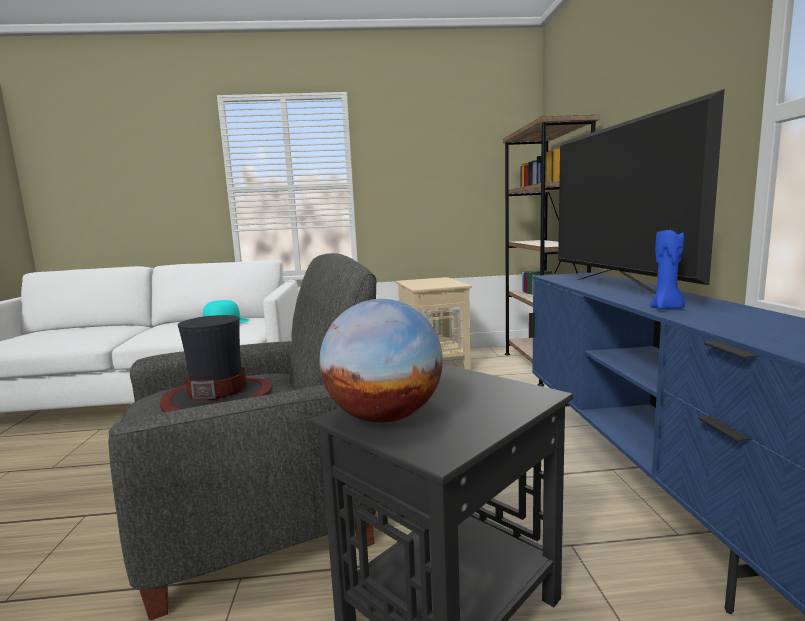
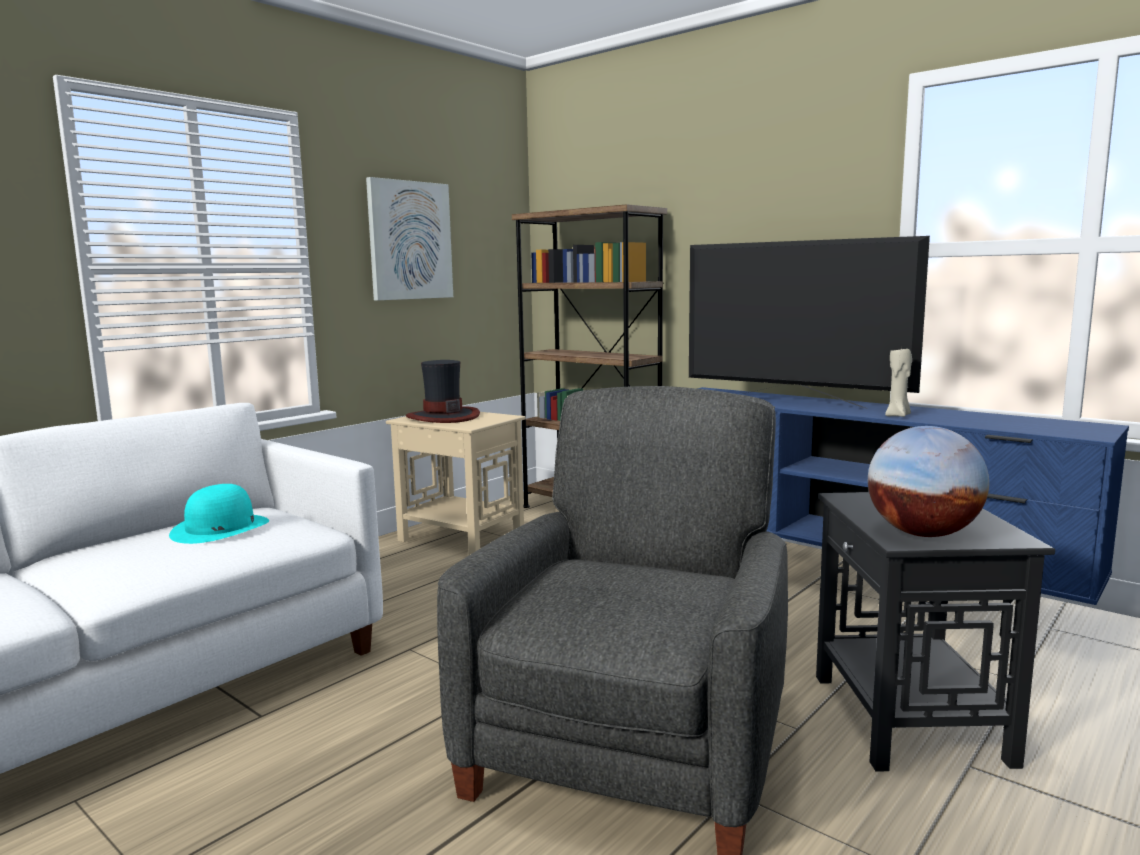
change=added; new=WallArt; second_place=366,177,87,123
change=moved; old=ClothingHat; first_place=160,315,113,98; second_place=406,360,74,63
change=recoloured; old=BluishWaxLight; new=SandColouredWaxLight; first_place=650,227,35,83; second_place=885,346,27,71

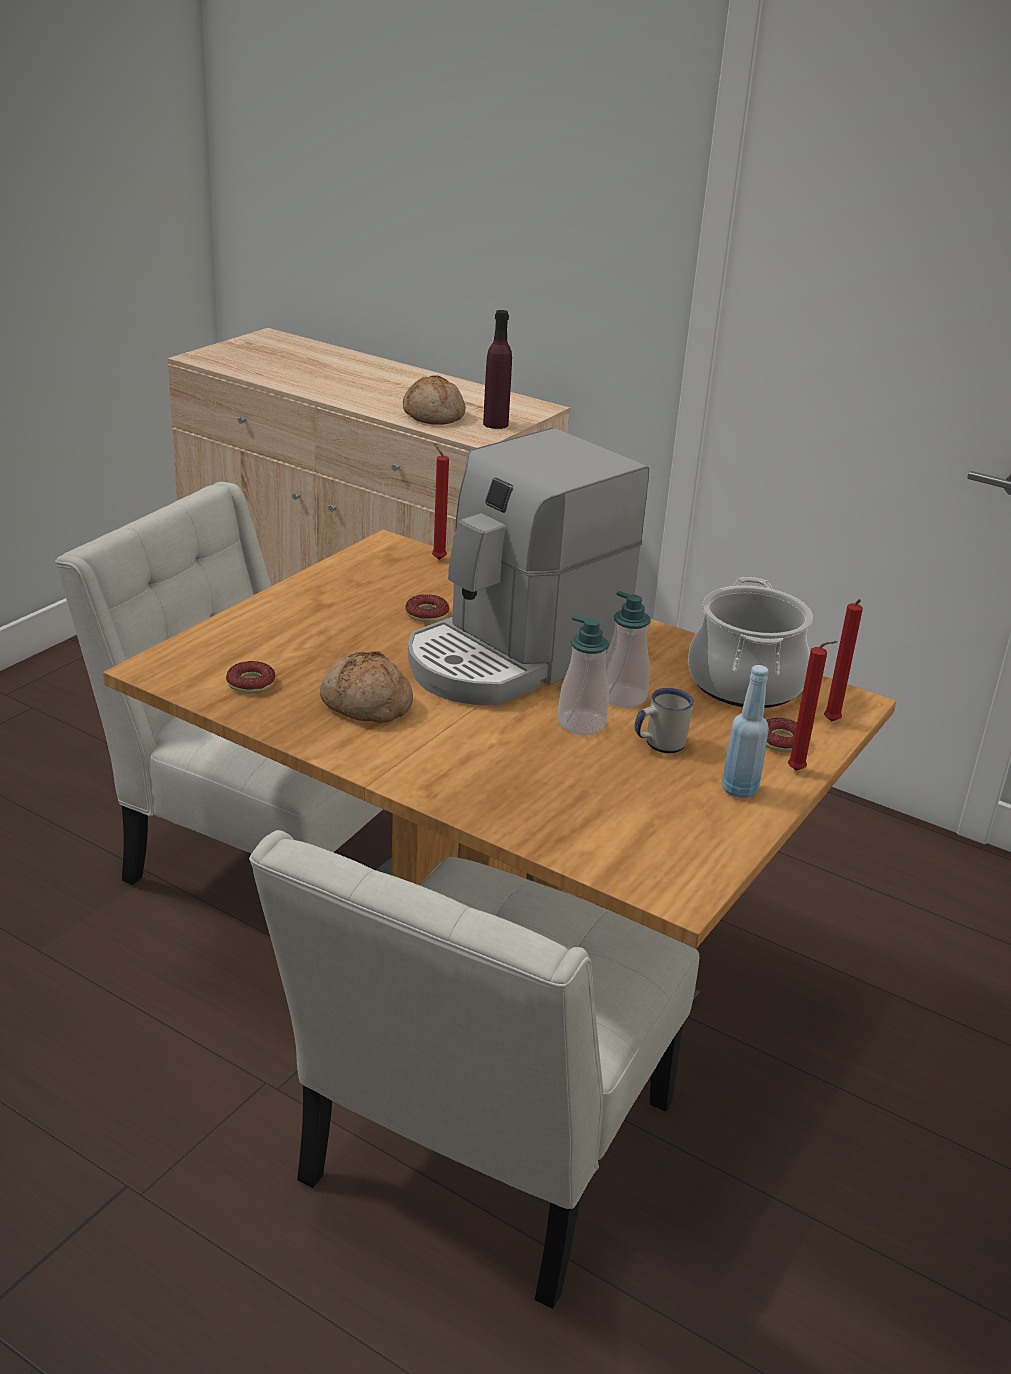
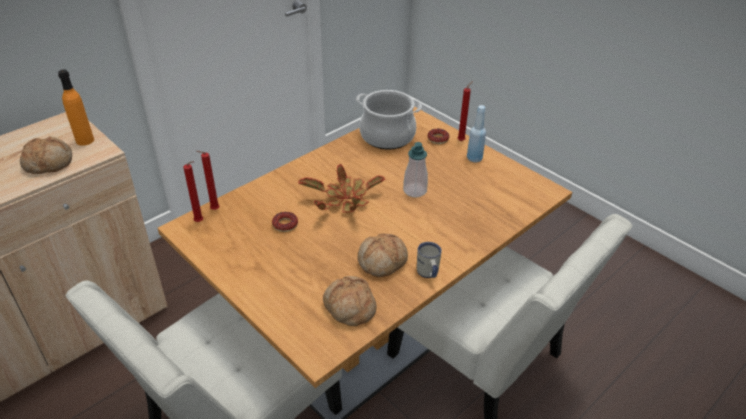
change=removed; old=LiquidSoapBottle; first_place=605,591,46,117
change=moved; old=WhitishMug; first_place=635,688,59,65; second_place=417,242,25,36
change=moved; old=RedColouredWaxLight; first_place=824,599,39,123; second_place=183,161,20,61
change=replaced; old=Donut; new=Bread; first_place=226,661,50,33; second_place=323,276,54,50
change=replaced; old=CoffeeMaker; new=Houseplant; first_place=408,428,241,277; second_place=298,164,87,49
change=recoloured; old=PurplishBeverageBottle; new=OrangeBeverageBottle; first_place=483,310,29,119; second_place=58,69,36,77

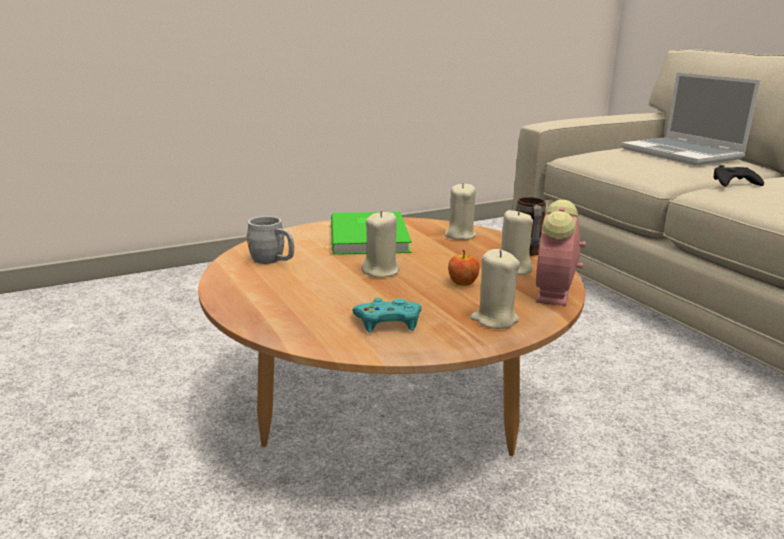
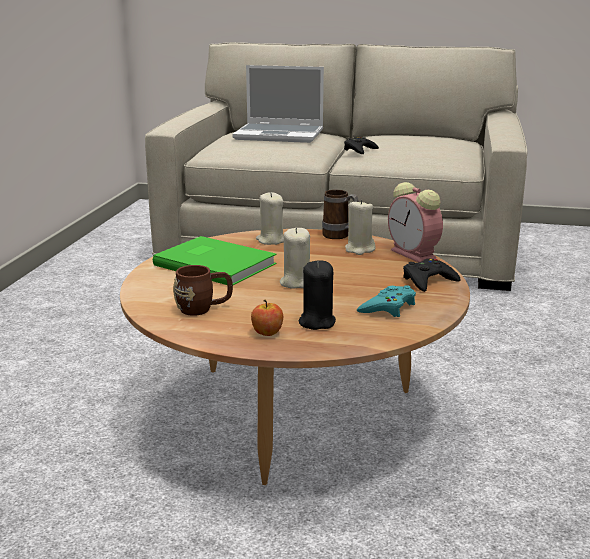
change=added; new=BlackColouredWaxLight; second_place=299,260,37,70
change=moved; old=AppleFruit; first_place=448,249,32,37; second_place=251,299,32,37
change=replaced; old=SandColouredWaxLight; new=BlackColouredGameController; first_place=470,249,50,80; second_place=403,259,58,33
change=recoloured; old=GreyishMug; new=BrownishMug; first_place=246,216,48,48; second_place=173,265,60,51

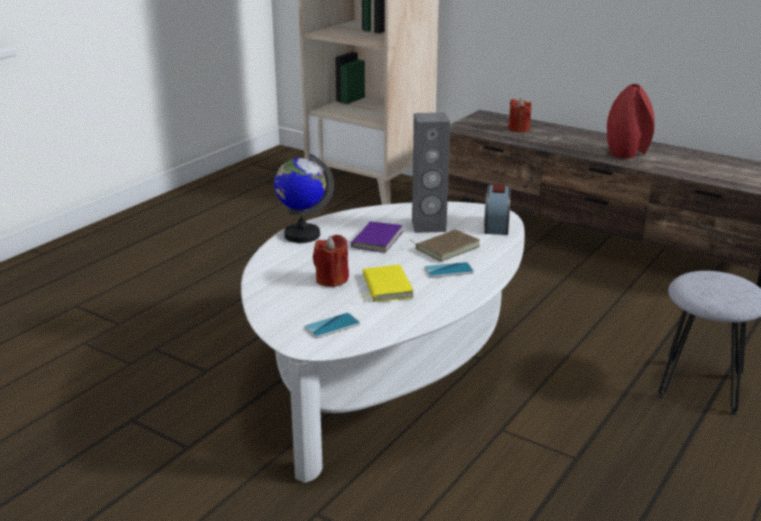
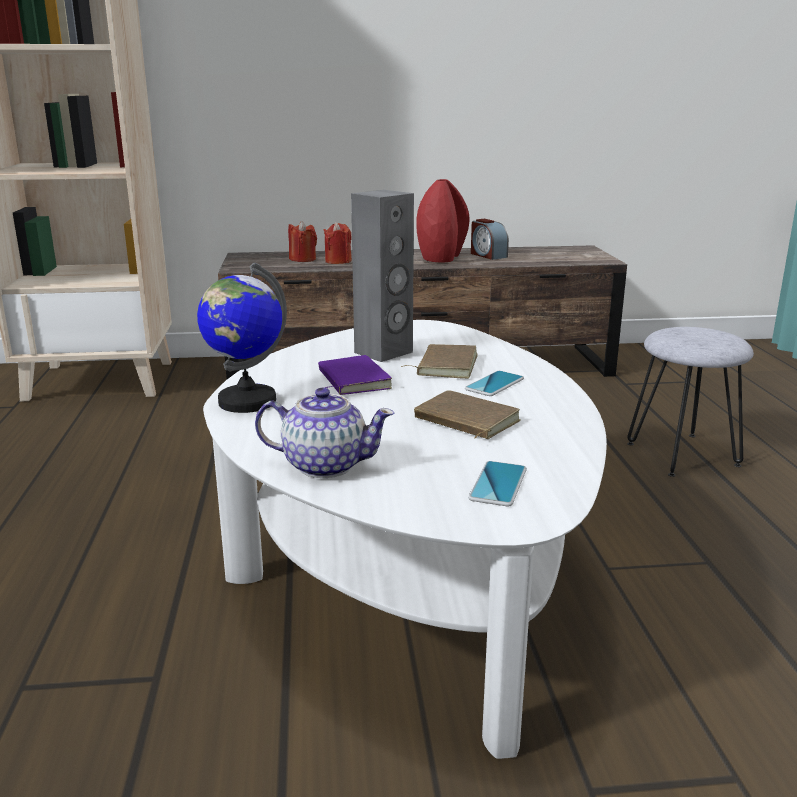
change=added; new=TeaPot; second_place=255,388,139,90
change=moved; old=RedColouredWaxLight; first_place=313,235,36,52; second_place=324,222,28,42
change=moved; old=BedsideClock; first_place=484,184,27,51; second_place=471,219,38,41
change=recoloured; old=YellowishVolume; new=BrownishVolume; first_place=360,265,54,37; second_place=414,390,107,49

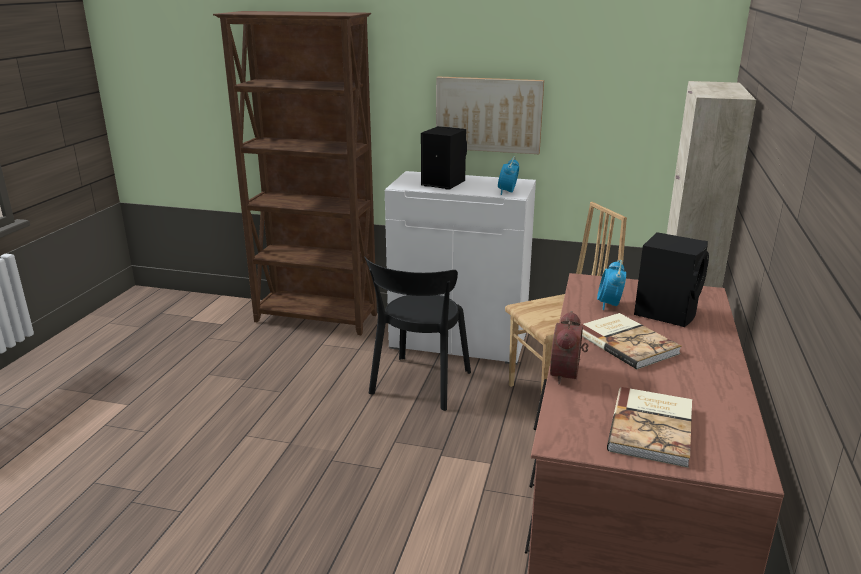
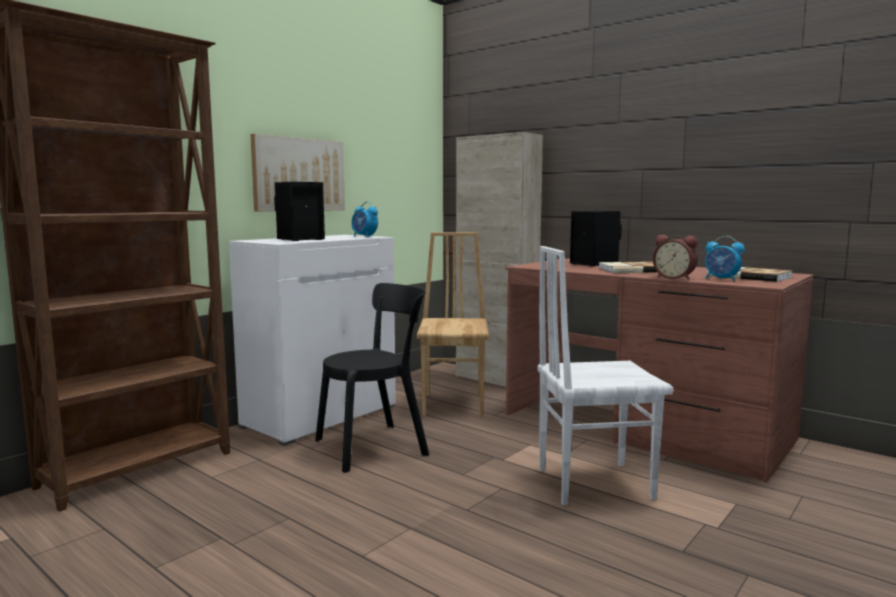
change=added; new=WhitishPlainChair; second_place=537,246,136,259
change=moved; old=BedsideClock; first_place=597,260,29,50; second_place=705,236,40,45
change=turned; old=BlackColouredPlainChair; first_place=364,256,107,155; second_place=315,283,114,190; degrees=-75

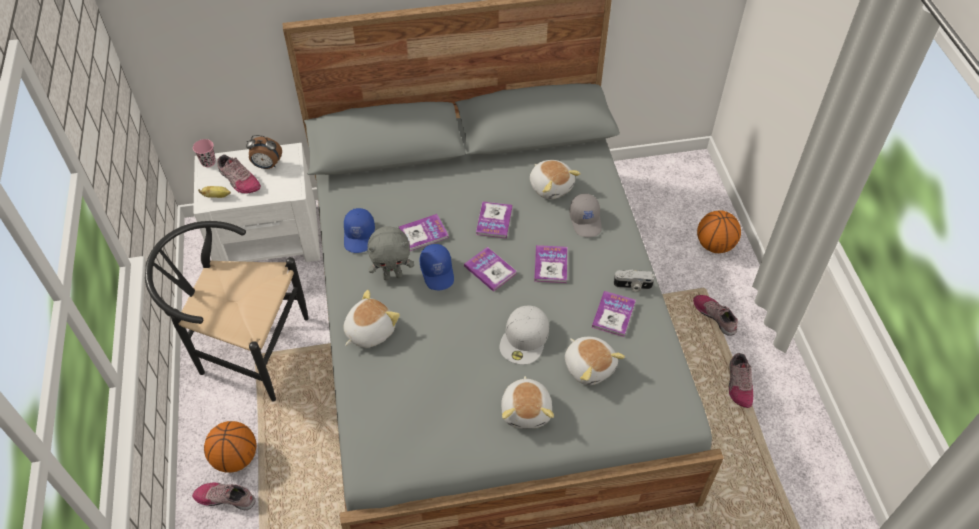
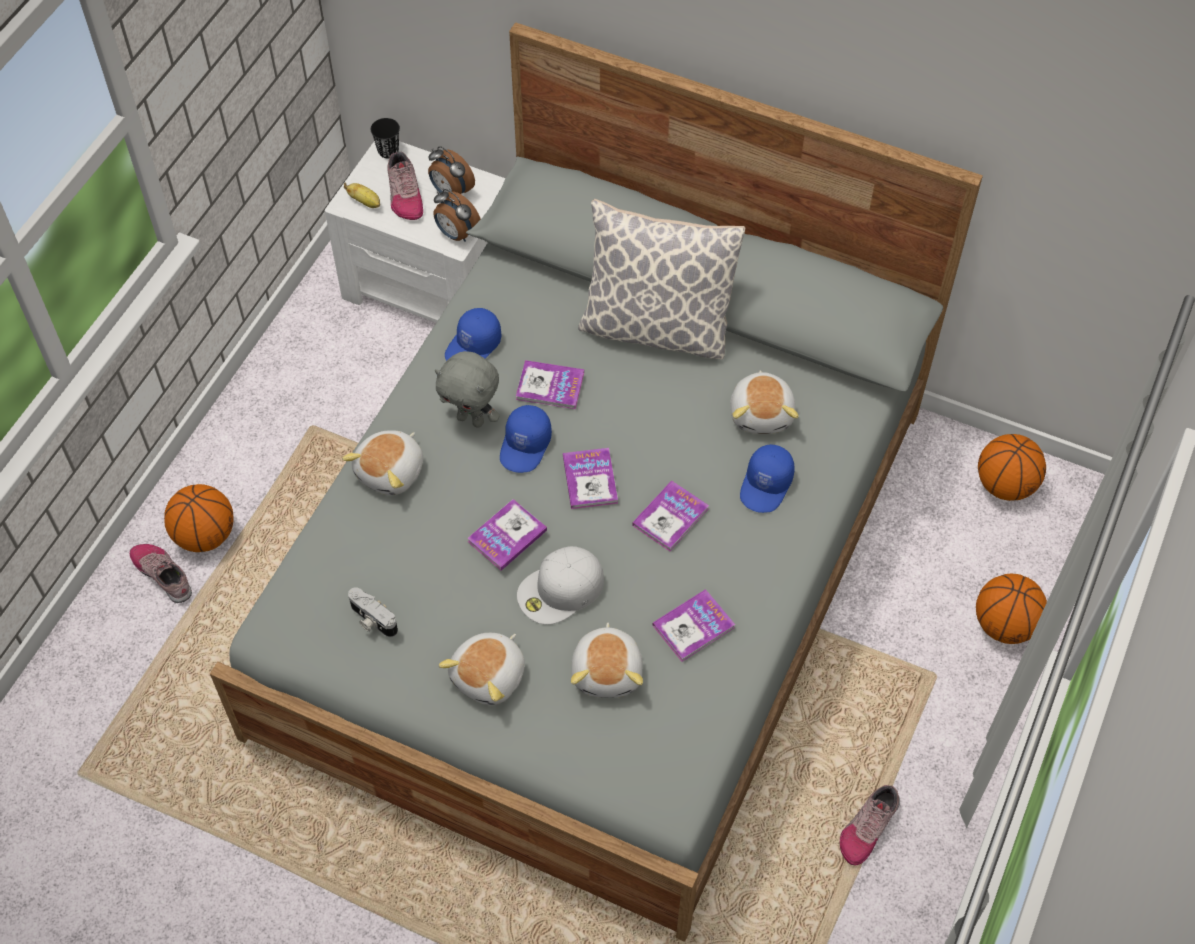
change=removed; old=BlackColouredPlainChair; first_place=145,221,164,181
change=removed; old=LowShoe; first_place=693,295,45,41
change=added; new=BedsideClock; second_place=433,189,48,53
change=added; new=ThrowPillow; second_place=578,199,167,160
change=added; new=Basketball; second_place=978,434,68,67
change=moved; old=Volume; first_place=476,201,36,38; second_place=467,499,80,72
change=moved; old=StillCamera; first_place=613,270,42,22; second_place=348,587,50,50
change=recoloured; old=PinkishCup; new=BlackColouredCup; first_place=193,139,23,28; second_place=371,118,29,40
change=recoloured; old=GreyishCap; new=BluishCap; first_place=569,194,33,43; second_place=740,444,55,69
change=turned; old=CuddlyToy; first_place=344,290,56,58; second_place=342,430,81,65; degrees=135

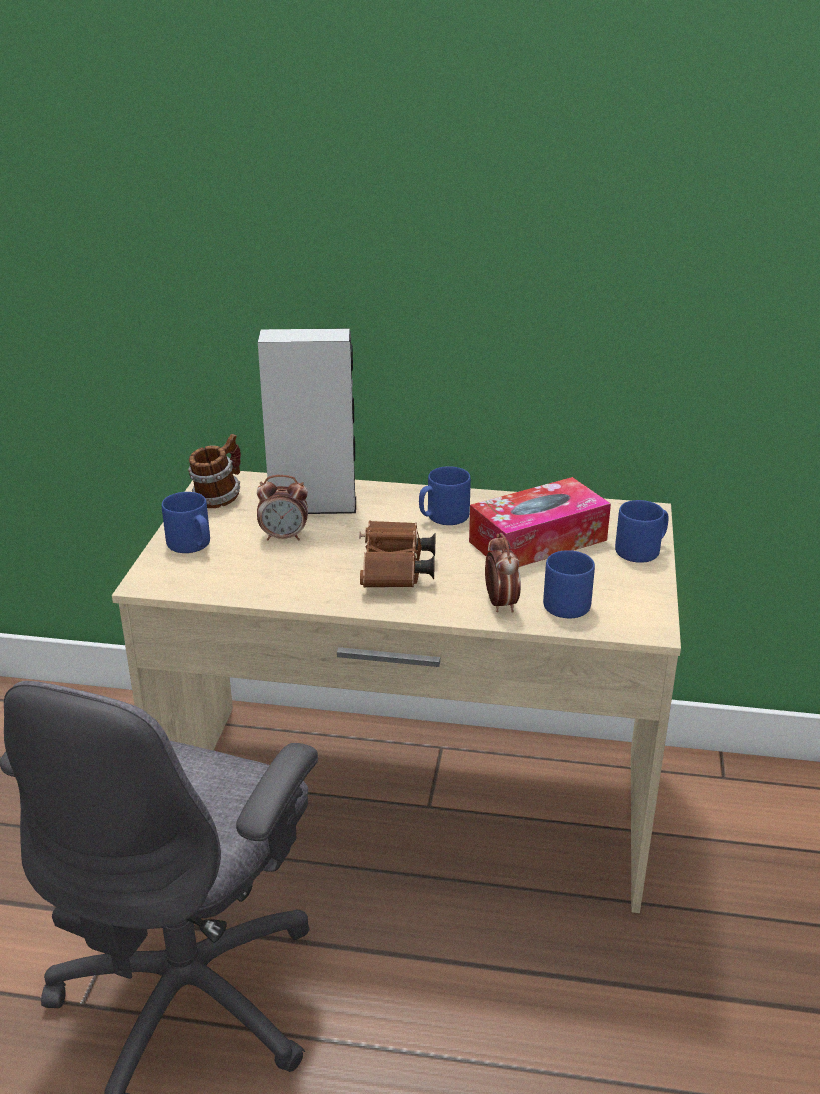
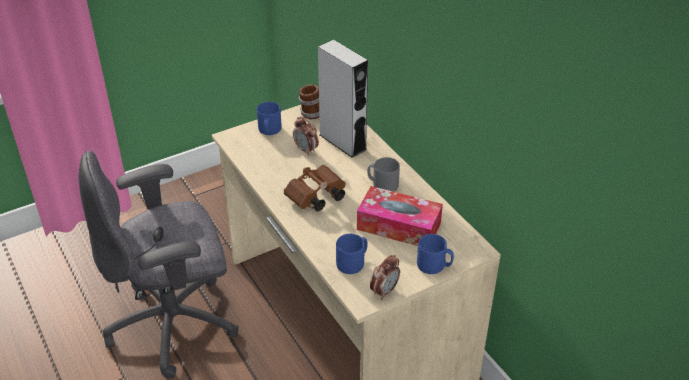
change=moved; old=BedsideClock; first_place=485,533,36,80; second_place=370,255,30,45
change=recoloured; old=BluishMug; new=GreyishMug; first_place=419,466,52,59; second_place=367,157,33,35

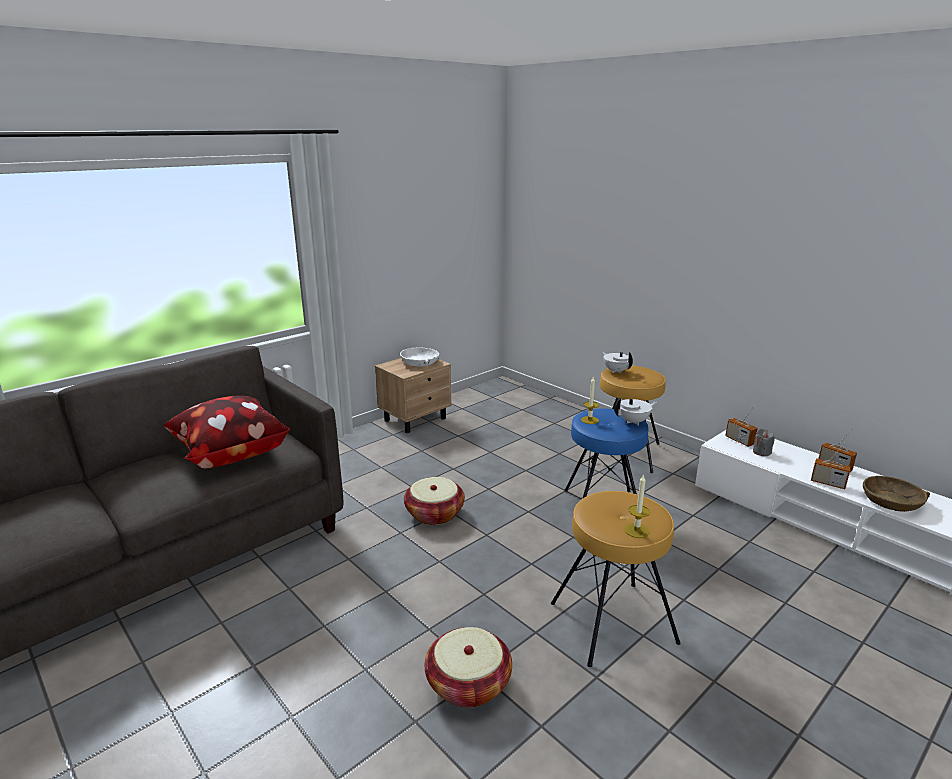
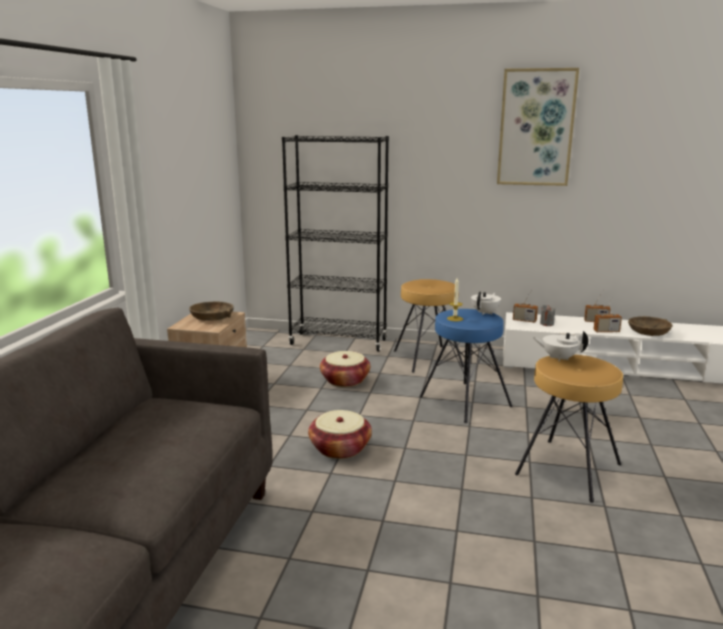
change=removed; old=ThrowPillow; first_place=164,396,126,72
change=removed; old=WaxLight; first_place=625,474,25,64
change=added; new=BlackColouredShelvingUnit; second_place=282,135,107,217
change=added; new=WallArt; second_place=497,68,82,118
change=moved; old=Basket; first_place=425,627,87,81; second_place=320,351,50,36
change=moved; old=WhitishTeaPot; first_place=603,352,30,21; second_place=532,331,57,31
change=recoloured; old=WhitishServingBowl; new=BrownishServingBowl; first_place=400,347,39,20; second_place=189,301,45,20

